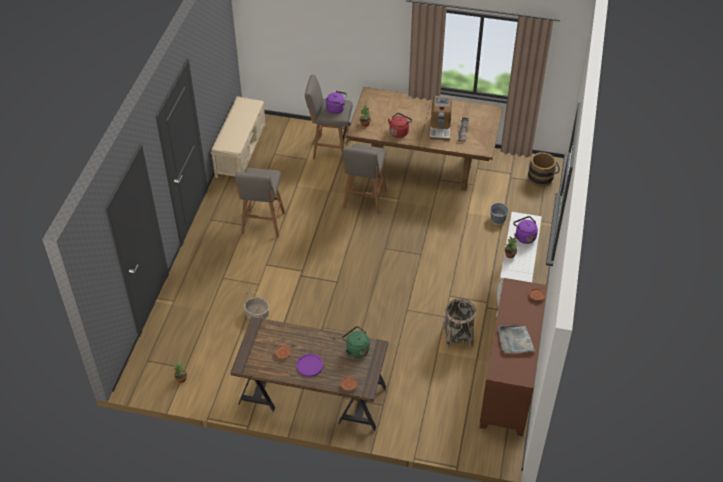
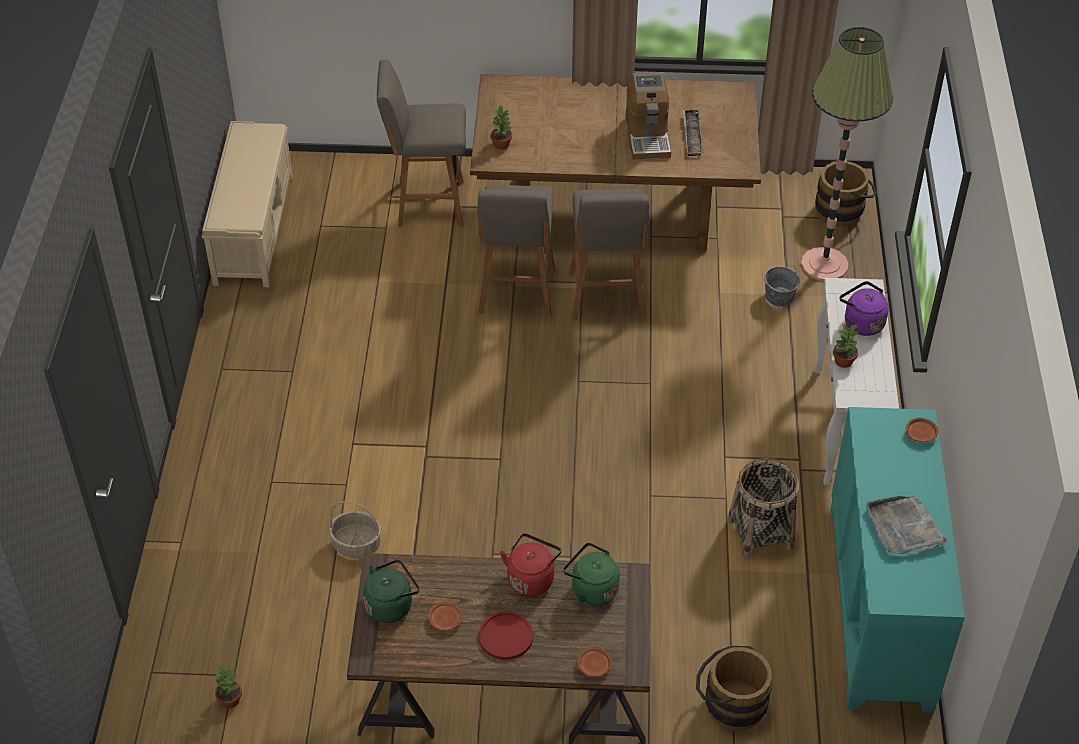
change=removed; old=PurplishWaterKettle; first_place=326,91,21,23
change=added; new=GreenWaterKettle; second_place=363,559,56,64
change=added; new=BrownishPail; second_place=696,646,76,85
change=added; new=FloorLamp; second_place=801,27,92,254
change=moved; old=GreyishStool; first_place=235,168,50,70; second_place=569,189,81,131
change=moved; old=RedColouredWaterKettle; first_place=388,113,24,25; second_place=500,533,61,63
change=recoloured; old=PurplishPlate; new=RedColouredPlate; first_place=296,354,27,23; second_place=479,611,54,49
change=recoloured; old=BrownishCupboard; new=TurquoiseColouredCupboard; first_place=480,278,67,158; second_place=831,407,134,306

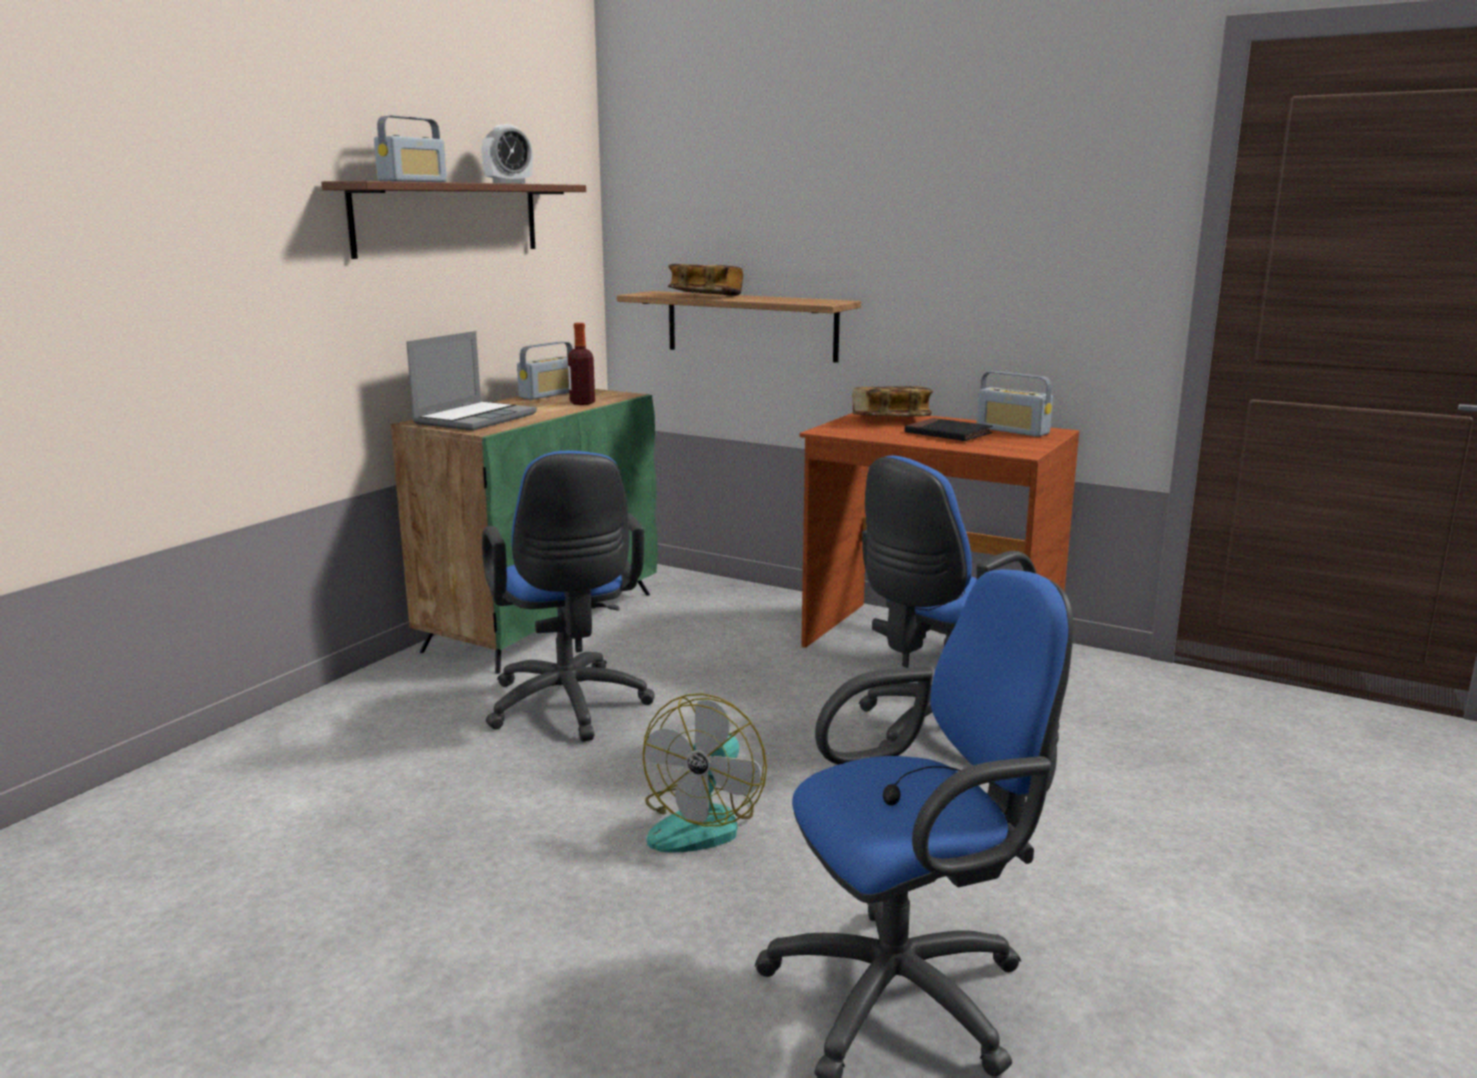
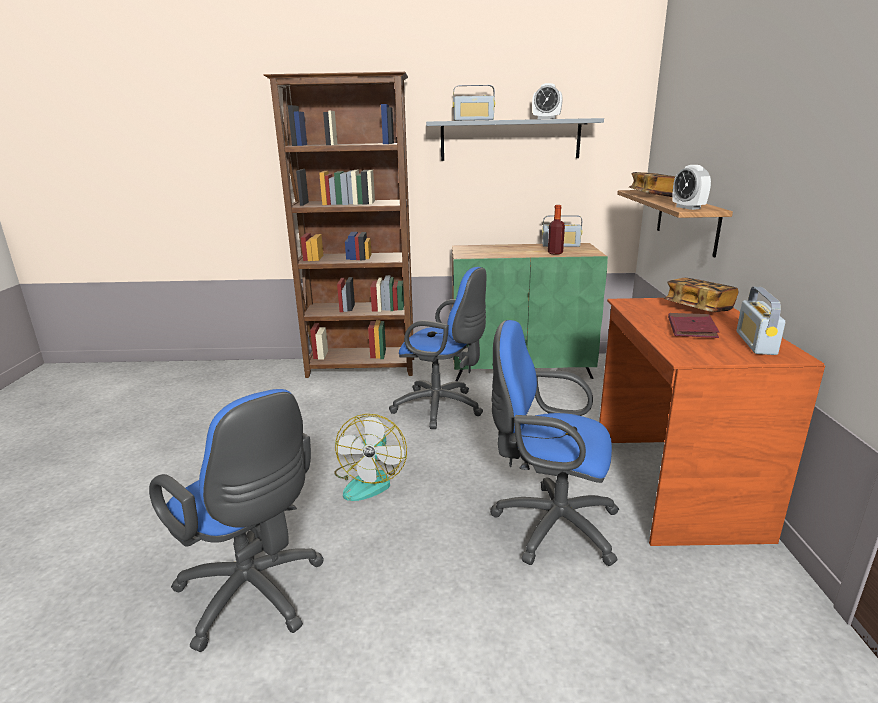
change=removed; old=Laptop; first_place=406,331,131,100
change=added; new=BrownishShelvingUnit; second_place=264,72,150,306
change=added; new=BedsideClock; second_place=672,165,39,45
change=recoloured; old=BrownishShelf; new=GreyishShelf; first_place=321,181,265,78; second_place=426,118,178,43
change=recoloured; old=BlackColouredVolume; new=RedColouredVolume; first_place=905,418,88,23; second_place=668,313,51,25
change=turned; old=BluishComputerChair; first_place=482,451,172,291; second_place=389,267,97,162; degrees=-105
change=turned; old=CoolingFan; first_place=643,693,124,160; second_place=334,414,73,87; degrees=-75

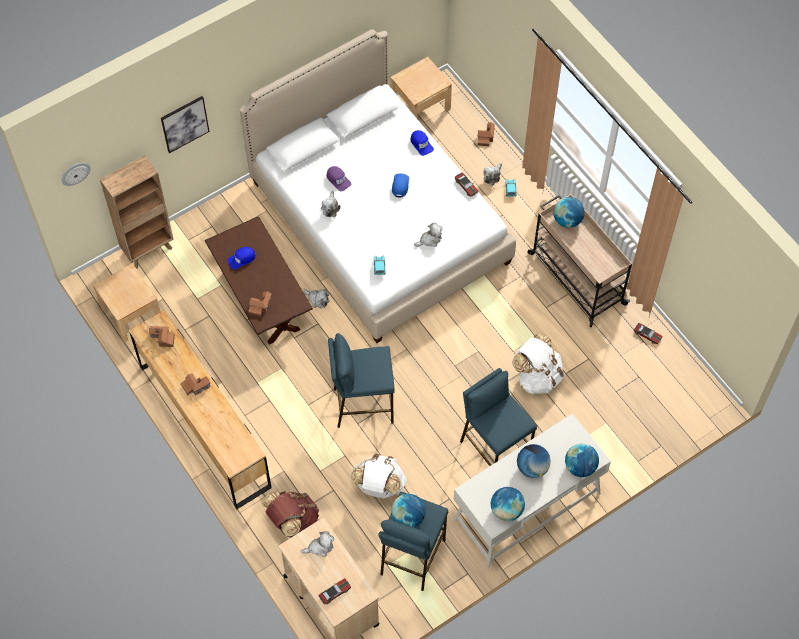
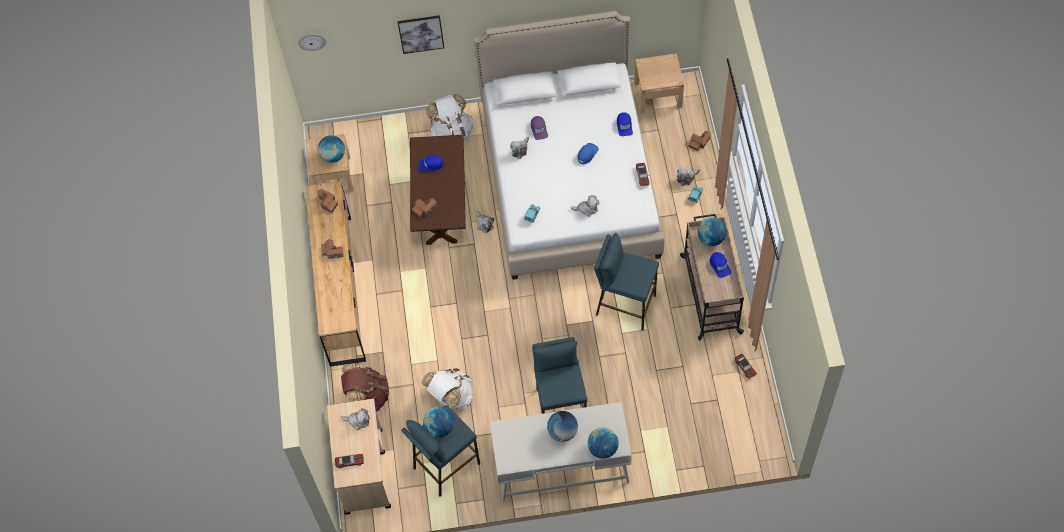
change=removed; old=BrownishShelvingUnit; first_place=100,155,74,114
change=added; new=BluishCap; second_place=710,252,21,26
change=moved; old=BluishStool; first_place=328,333,67,95; second_place=594,233,65,98
change=moved; old=WorldGlobe; first_place=491,487,34,34; second_place=318,136,27,27
change=moved; old=WhitishBackpack; first_place=512,333,53,62; second_place=426,94,48,48

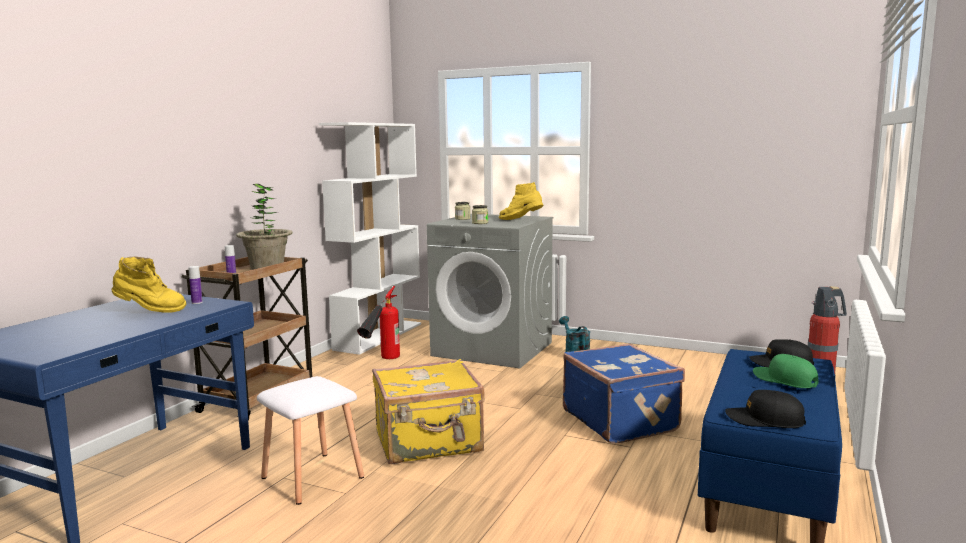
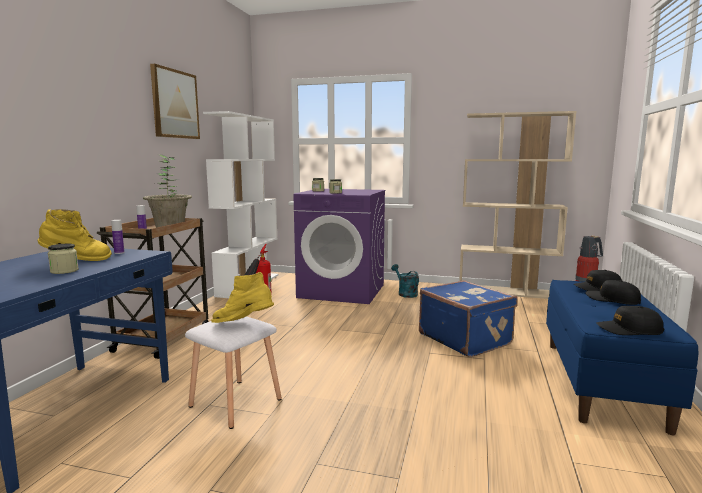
change=removed; old=YellowishSuitcase; first_place=372,359,113,105
change=added; new=Jar; second_place=48,244,31,30
change=added; new=WallArt; second_place=150,64,50,75
change=added; new=SandColouredShelvingUnit; second_place=459,111,118,188
change=moved; old=YellowishHighTopBoot; first_place=499,182,44,38; second_place=211,272,63,51
change=recoloured; old=GreyishLaundryMachine; new=PurplishLaundryMachine; first_place=427,214,127,154; second_place=293,189,92,115
change=recoloured; old=GreenCap; new=BlackColouredCap; first_place=753,354,65,34; second_place=585,280,56,25

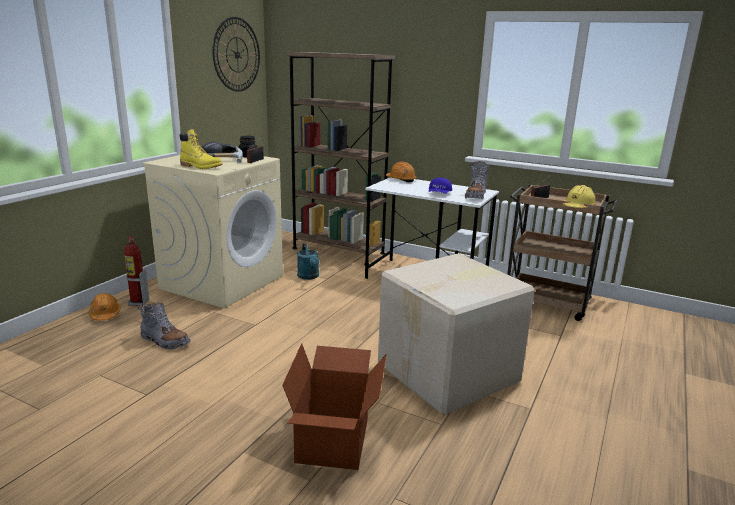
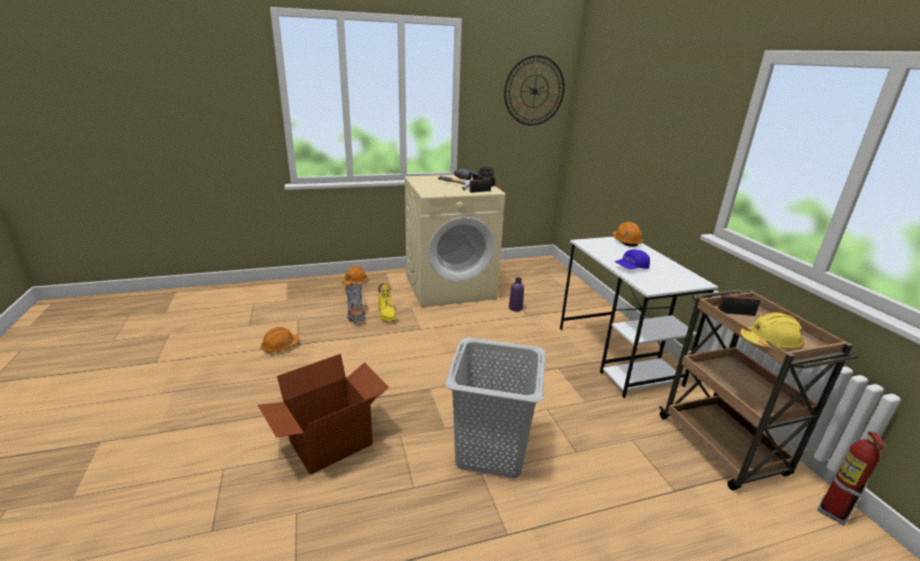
change=removed; old=BrownishShelvingUnit; first_place=287,52,108,213
change=removed; old=GreyishHighTopBoot; first_place=465,161,24,38
change=added; new=OrangeHardHat; second_place=261,327,38,26
change=moved; old=FireExtinguisher; first_place=124,236,25,70; second_place=818,431,68,94
change=moved; old=YellowishHighTopBoot; first_place=180,129,43,40; second_place=378,284,19,38
change=replaced; old=TurquoiseColouredWateringCan; new=PurplishBeverageBottle; first_place=297,243,22,37; second_place=509,277,15,34
change=replaced; old=PackingBox; new=GreyishWashingBasket; first_place=378,253,156,162; second_place=445,337,101,141

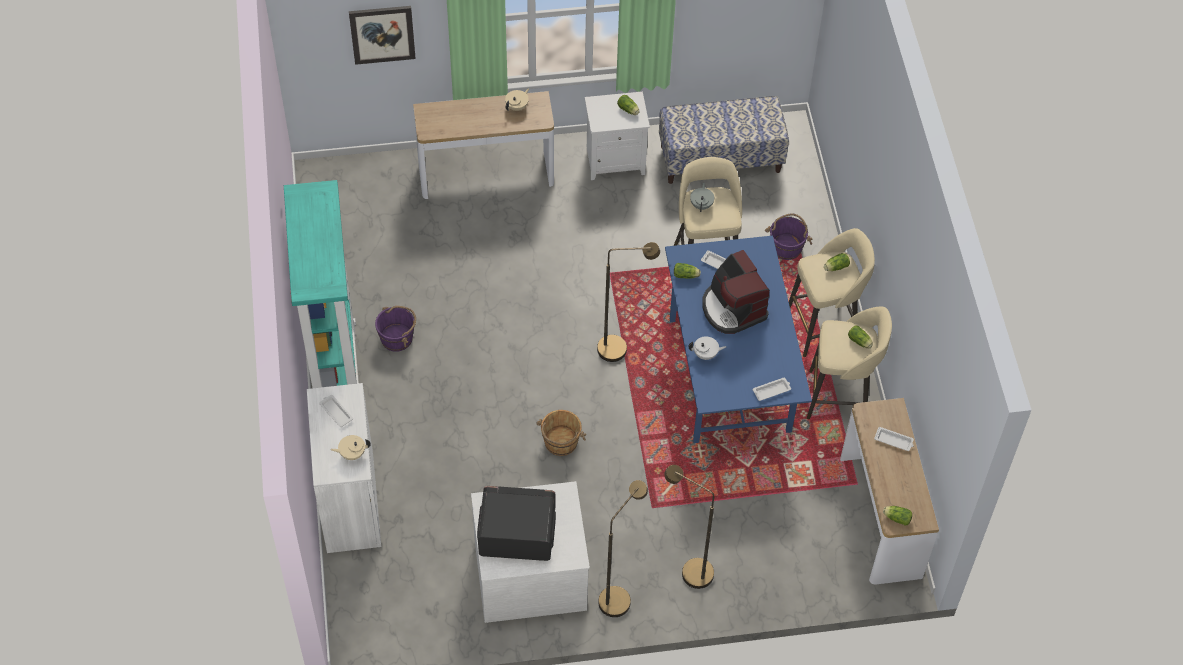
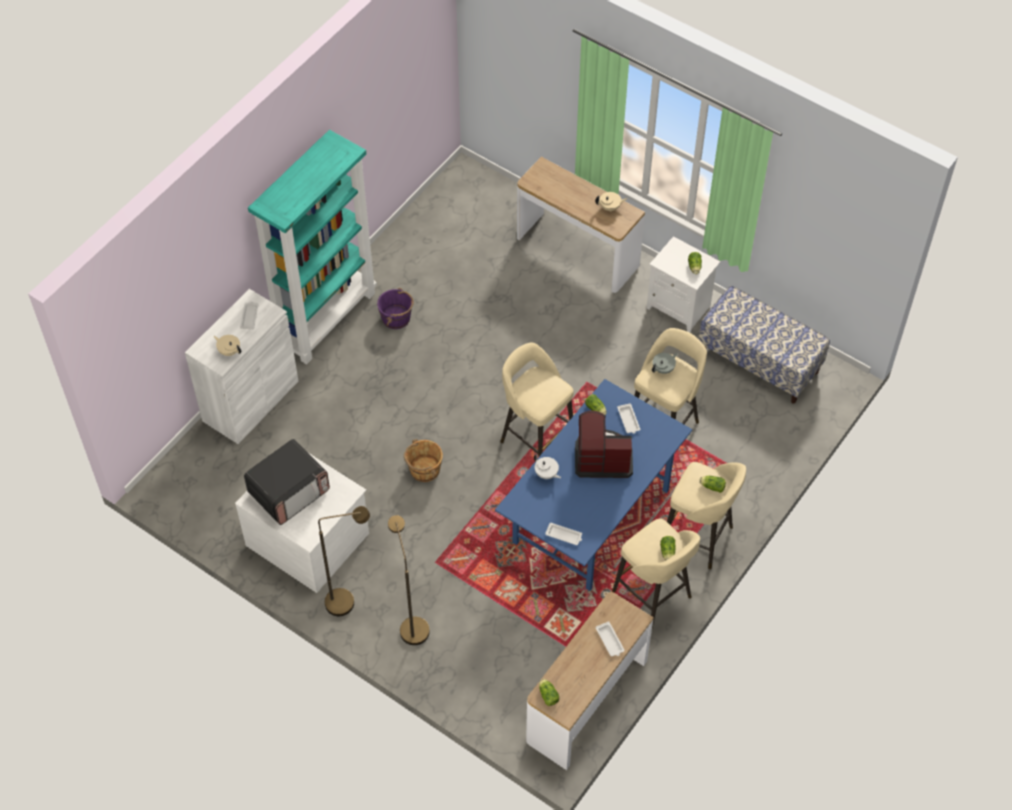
change=removed; old=WallArt; first_place=349,6,67,59
change=removed; old=PurplishPail; first_place=765,213,47,47
change=replaced; old=BrownishFloorLamp; new=SandColouredStool; first_place=597,242,63,120; second_place=500,342,74,116
change=turned; old=MicrowaveOven; first_place=477,486,79,75; second_place=244,439,86,86; degrees=90
change=turned; old=CoffeeMaker; first_place=702,250,68,84; second_place=575,411,58,67; degrees=75

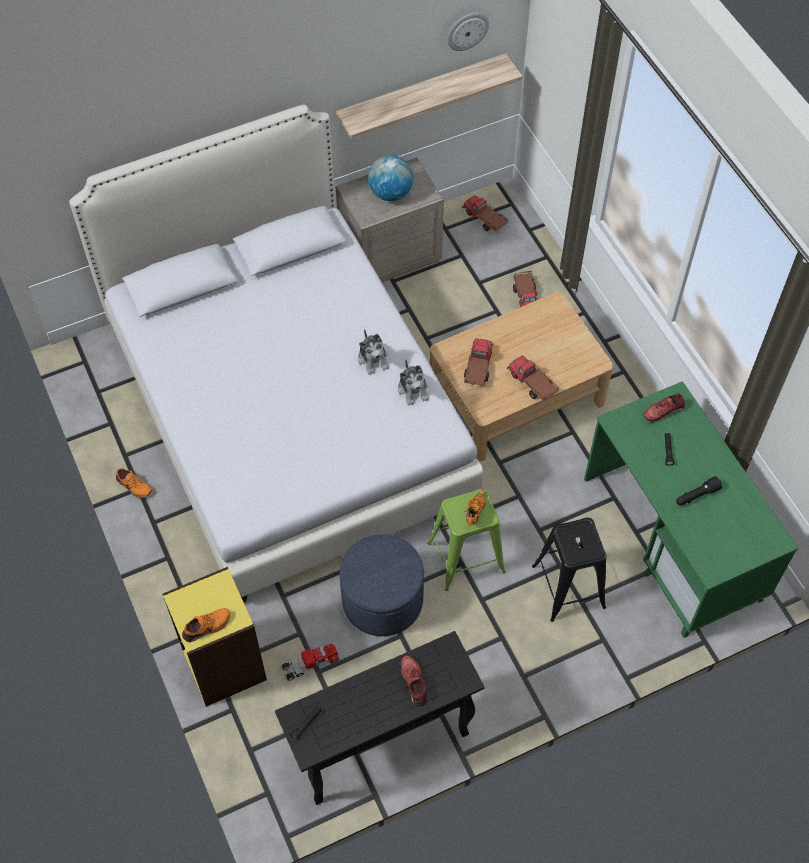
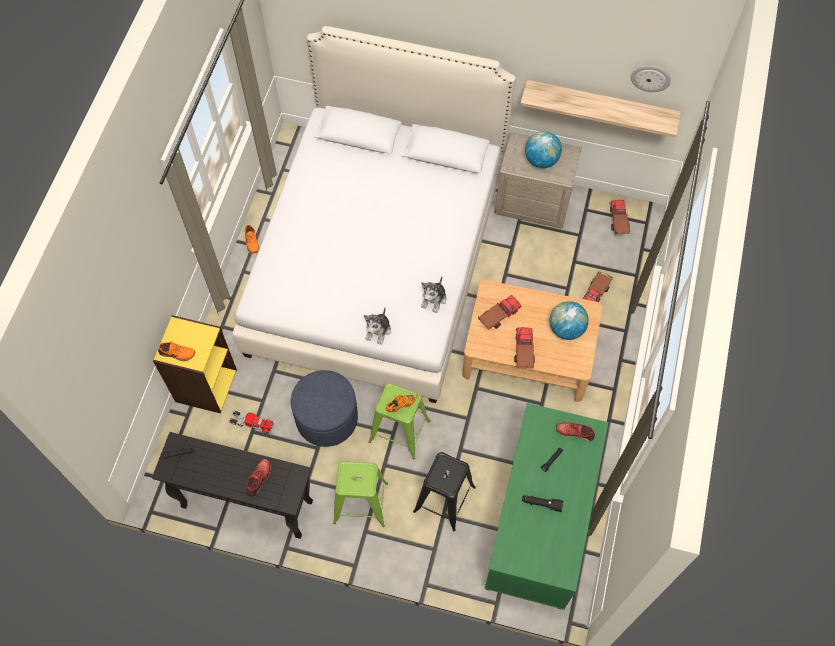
change=added; new=GreenStool; second_place=333,461,55,66
change=added; new=WorldGlobe; second_place=549,301,40,39
change=moved; old=CuddlyToy; first_place=358,329,31,46; second_place=364,308,27,37

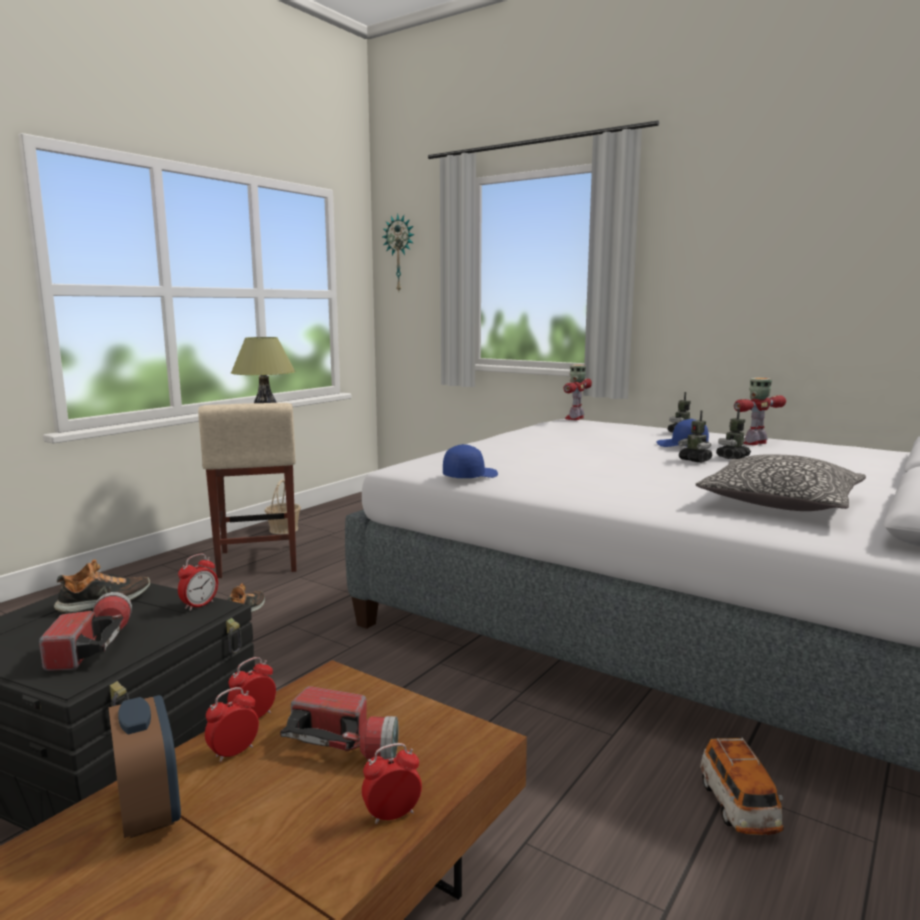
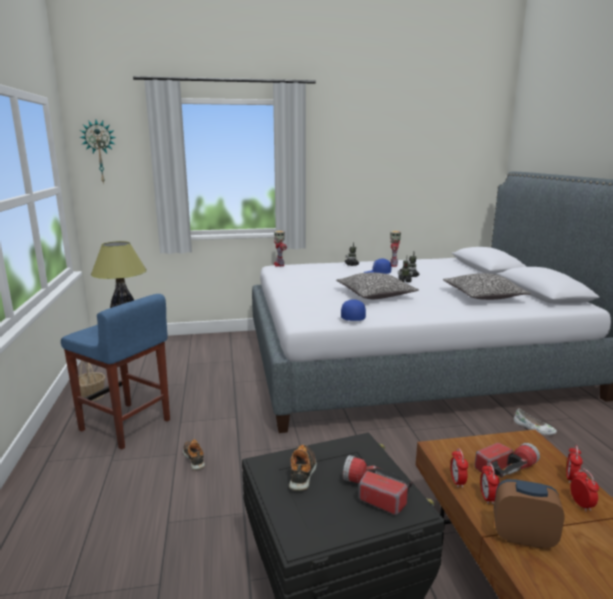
change=added; new=ThrowPillow; second_place=336,273,83,26
change=moved; old=BedsideClock; first_place=178,554,40,57; second_place=570,468,29,44
change=replaced; old=ModelCar; new=WhitishLowShoe; first_place=700,738,84,97; second_place=514,409,43,26
change=recoloured; old=SandColouredStool; new=BluishStool; first_place=198,403,99,175; second_place=61,294,109,155

